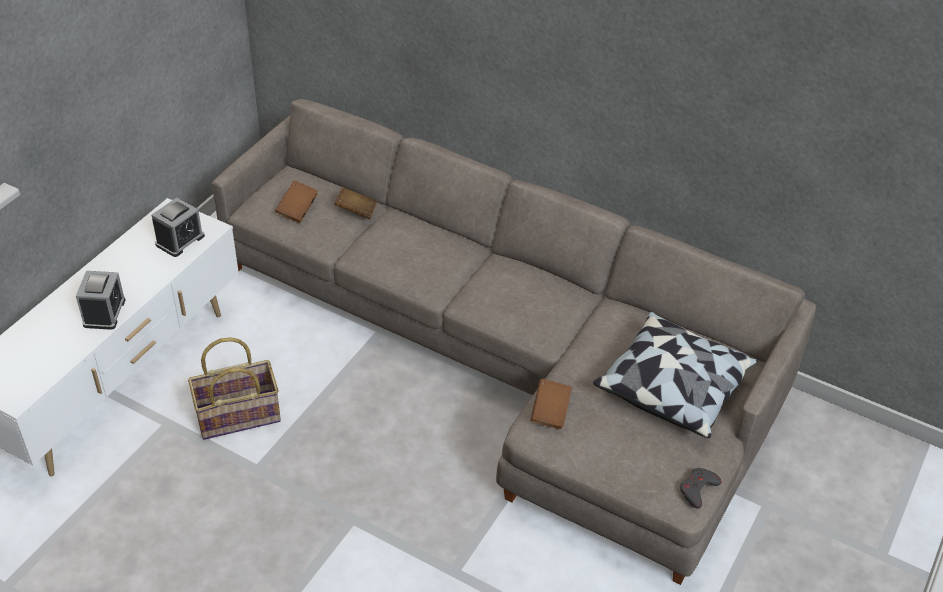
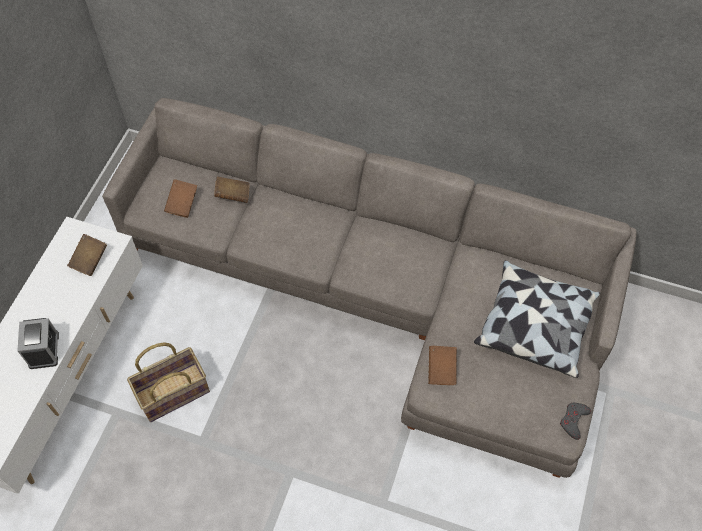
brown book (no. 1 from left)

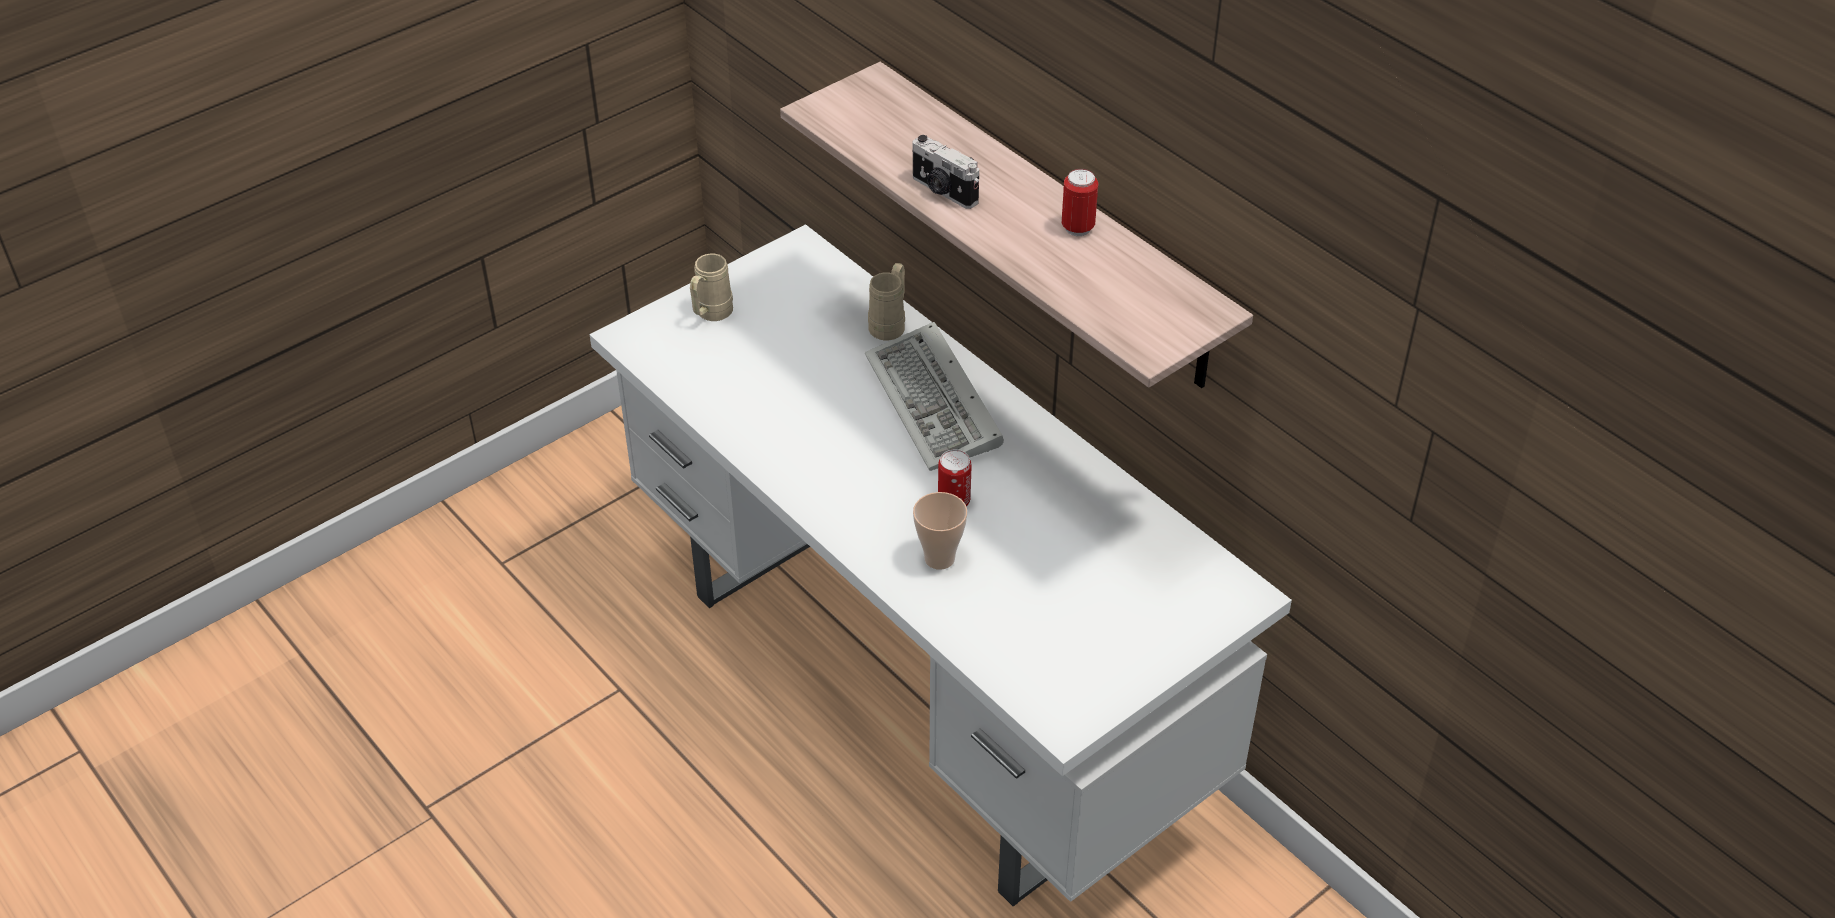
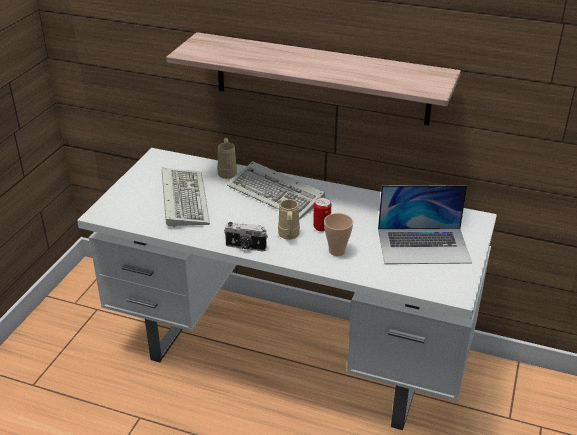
keyboard (no. 1 from left); photo camera; beige mug (no. 2 from left); laptop; can (no. 2 from left in the first image)

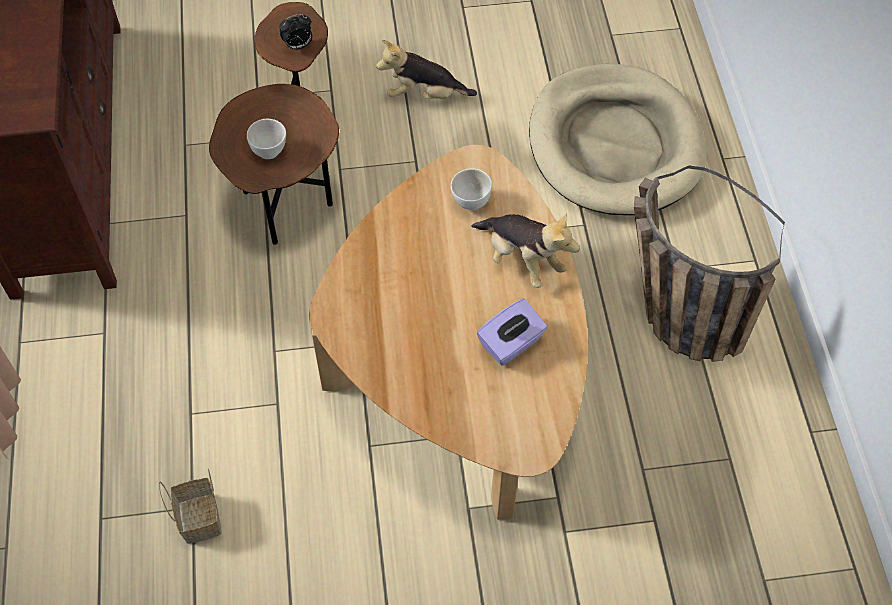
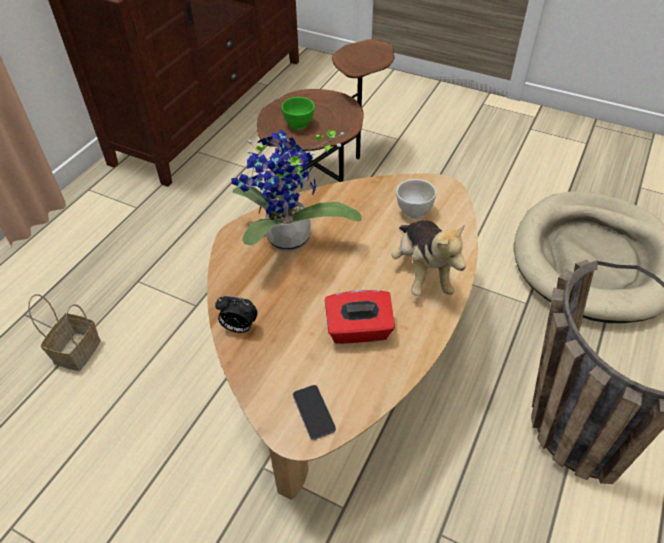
alarm clock; potted plant; green bowl; phone; red tissue box; plush toy (no. 1 from left in the first image)

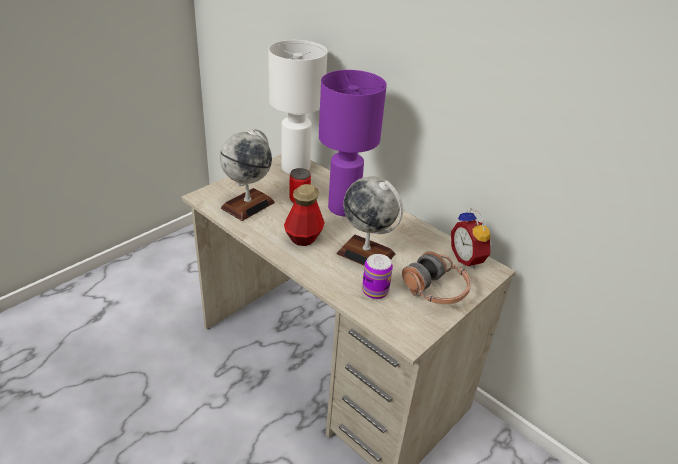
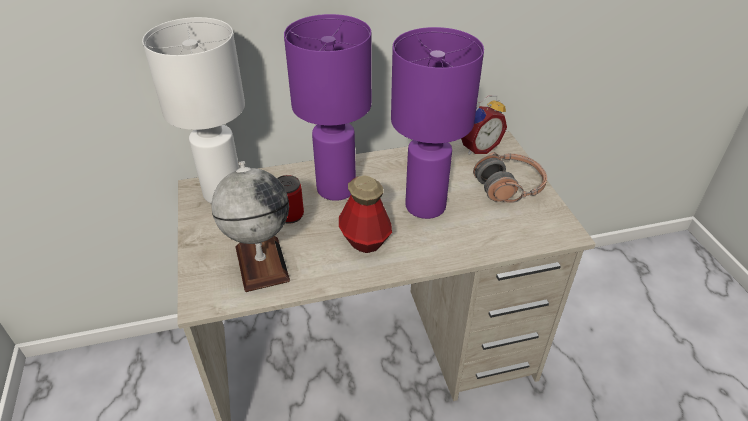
purple table lamp (no. 2 from left); alarm clock; can (no. 2 from left in the first image)

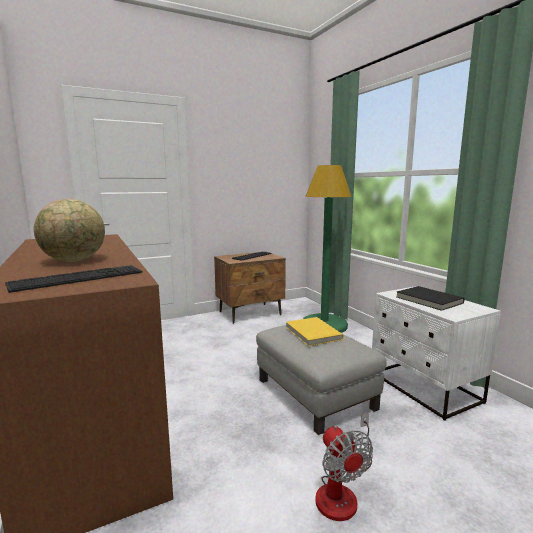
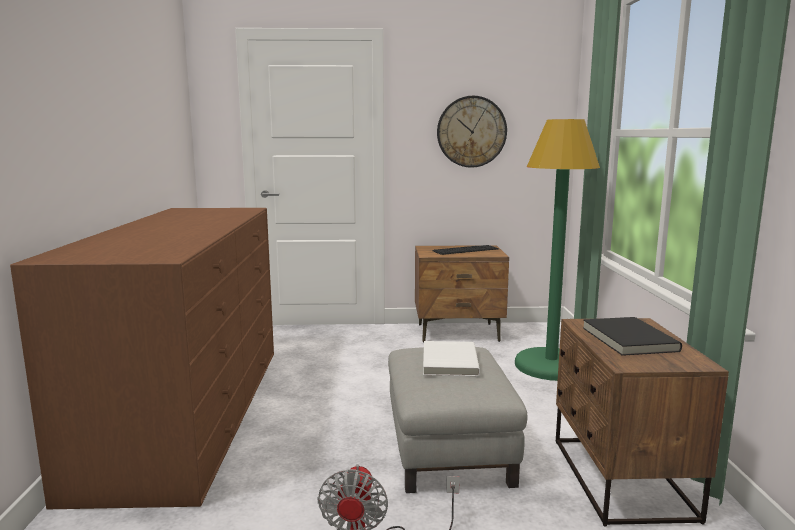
white book; wall clock; brown nightstand (no. 2 from left); keyboard (no. 1 from left in the first image); globe

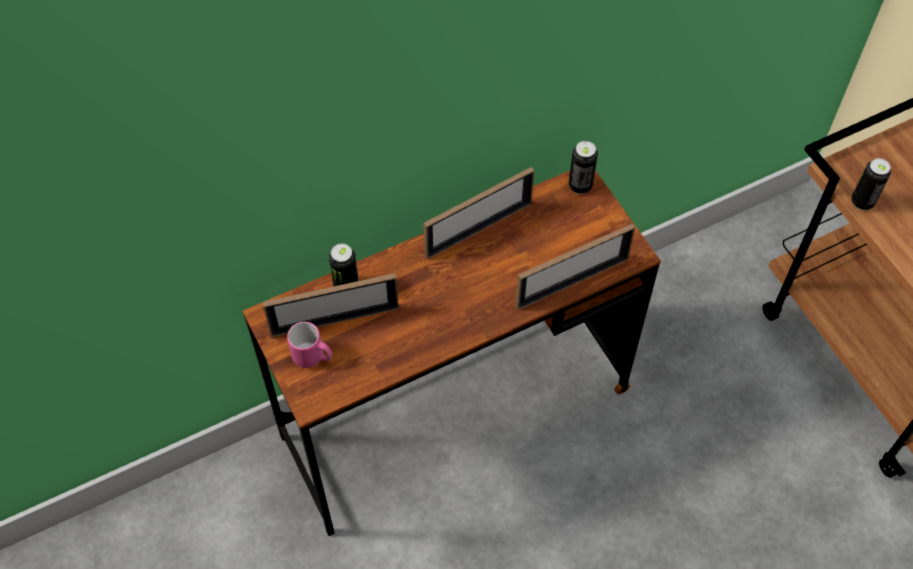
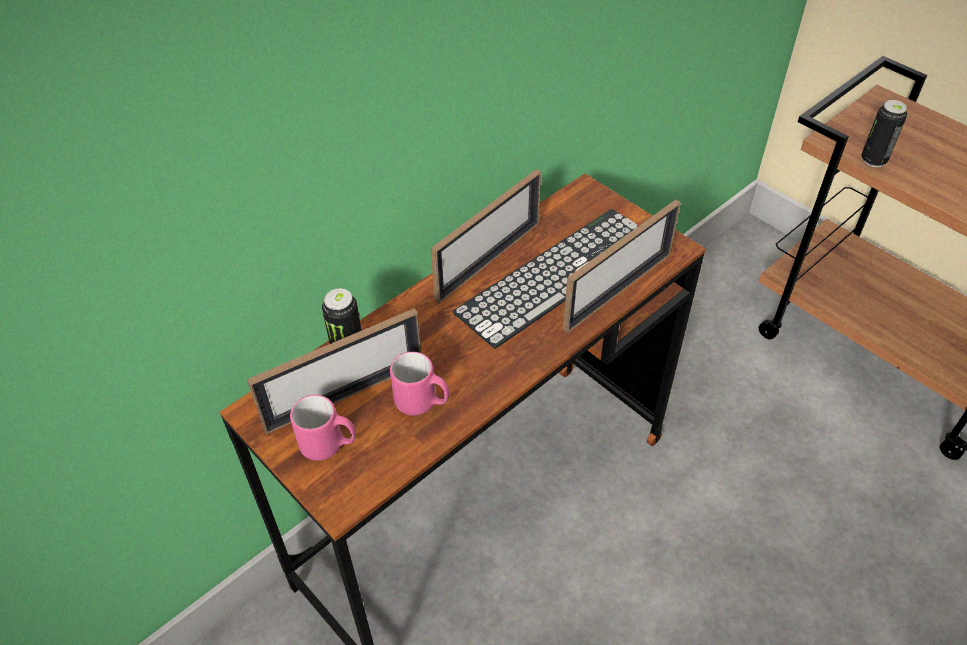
pink mug (no. 2 from left); keyboard; can (no. 2 from left in the first image)

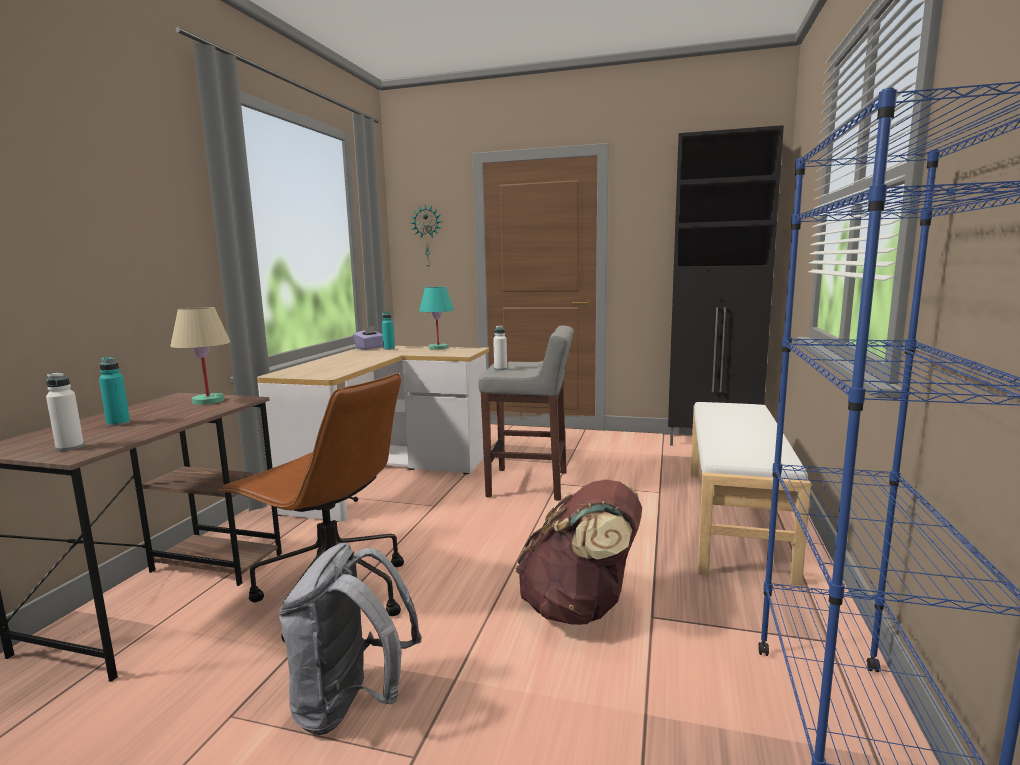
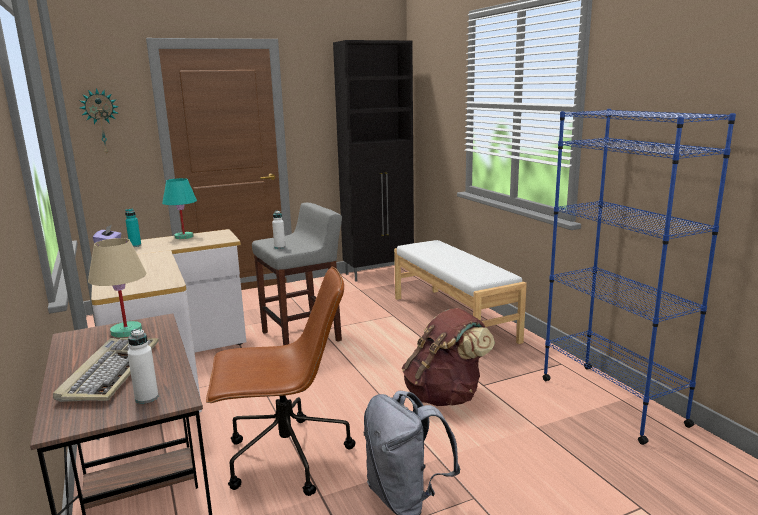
keyboard

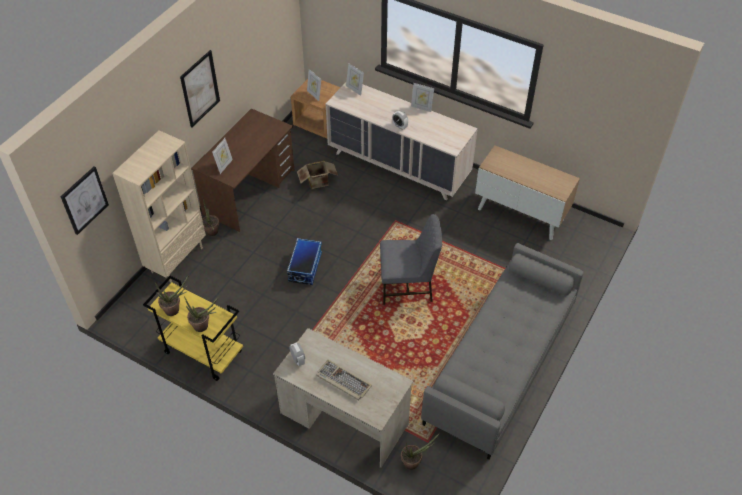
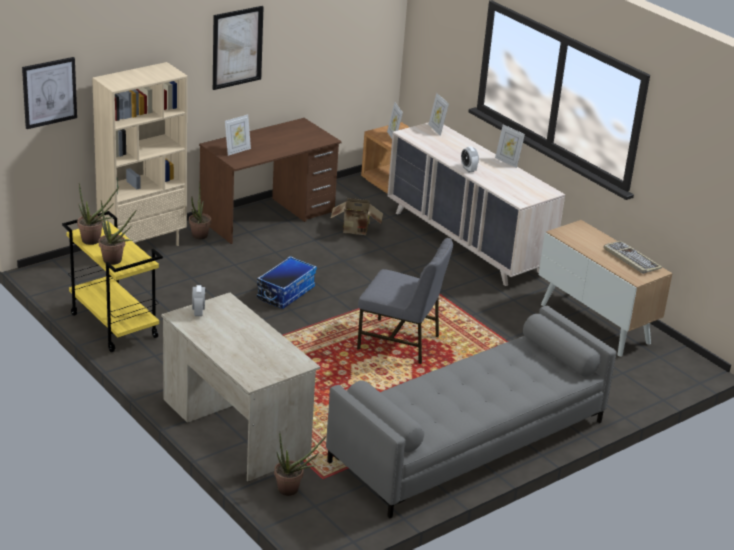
keyboard

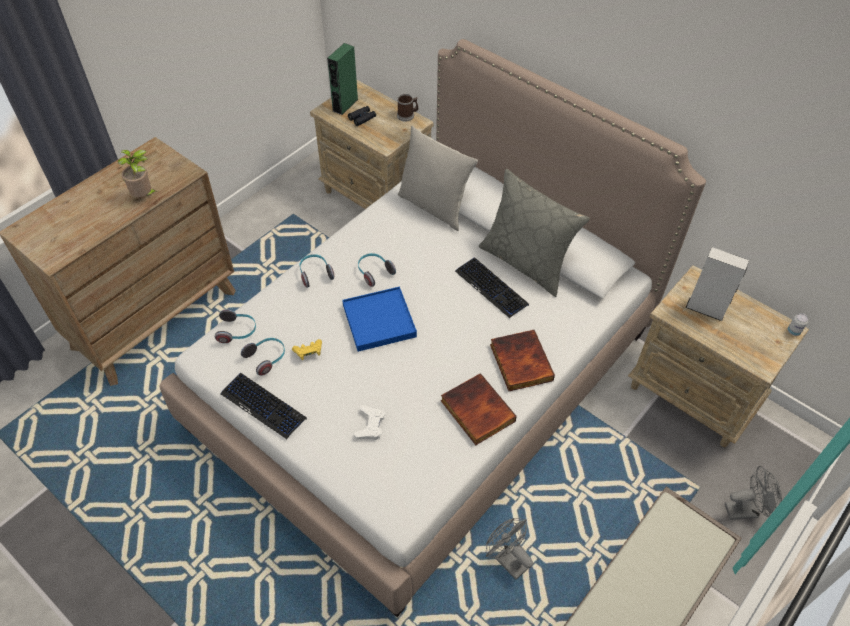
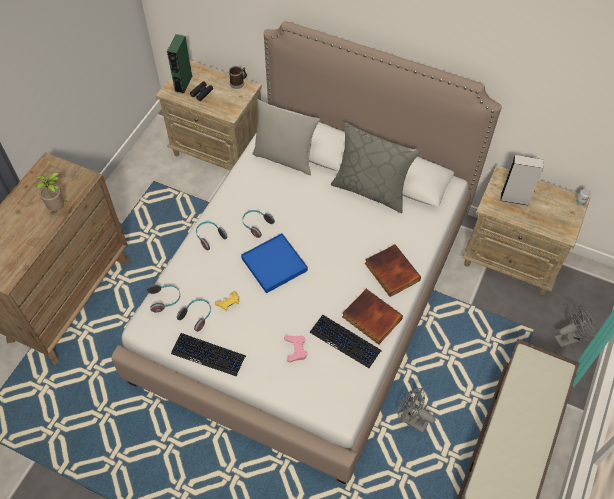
pink game controller; keyboard (no. 2 from left)

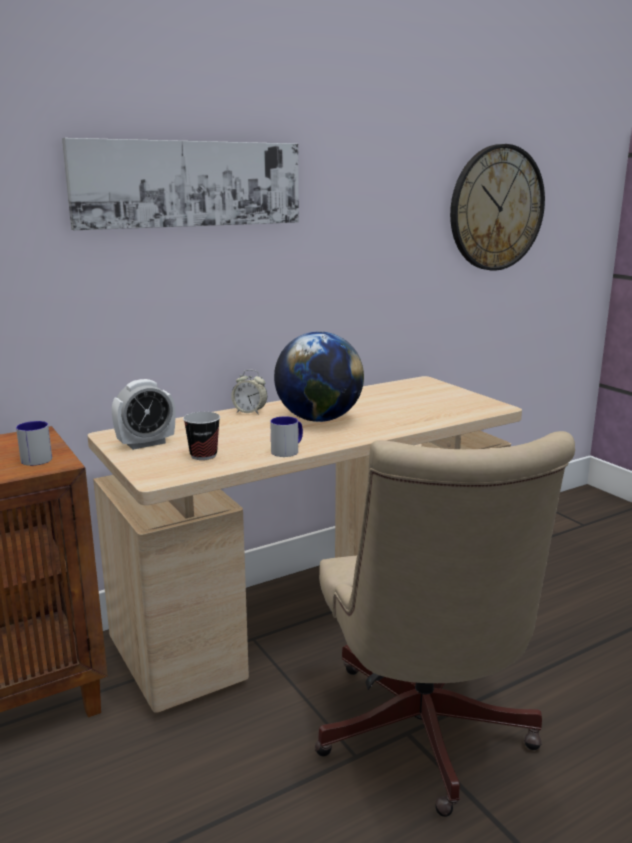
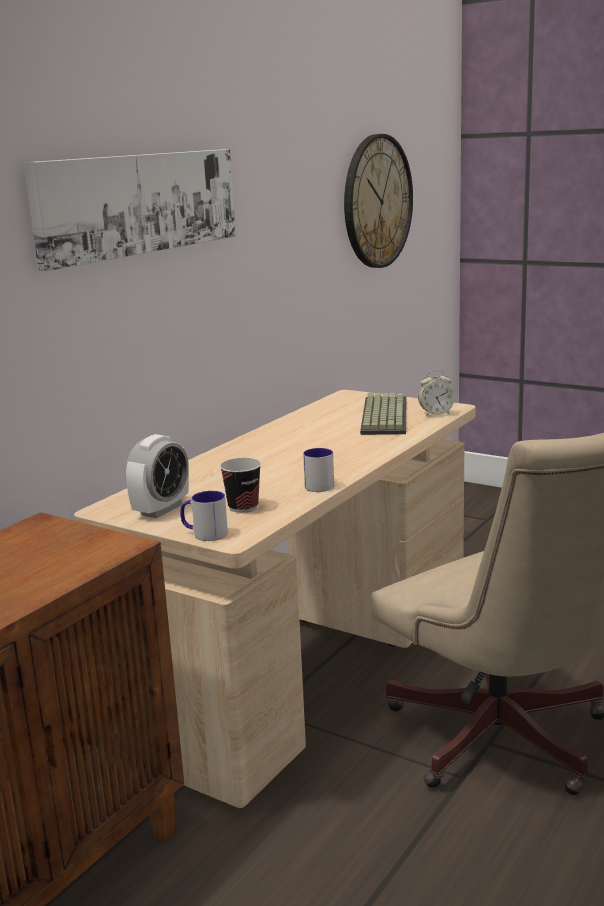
mug (no. 1 from left); keyboard; alarm clock (no. 2 from left); globe

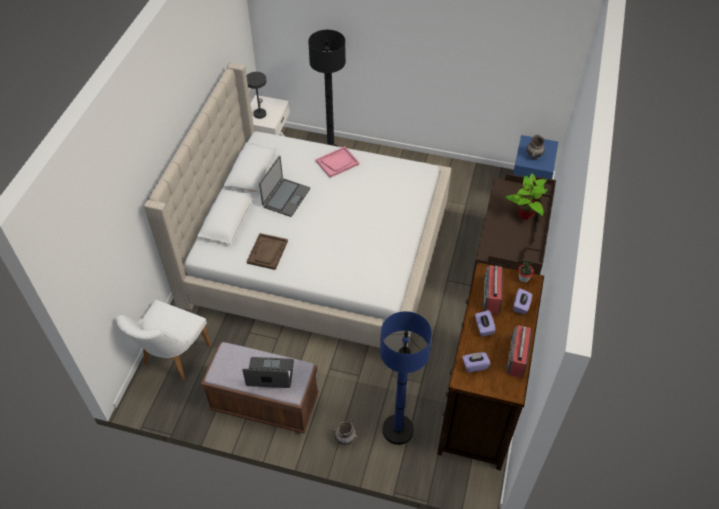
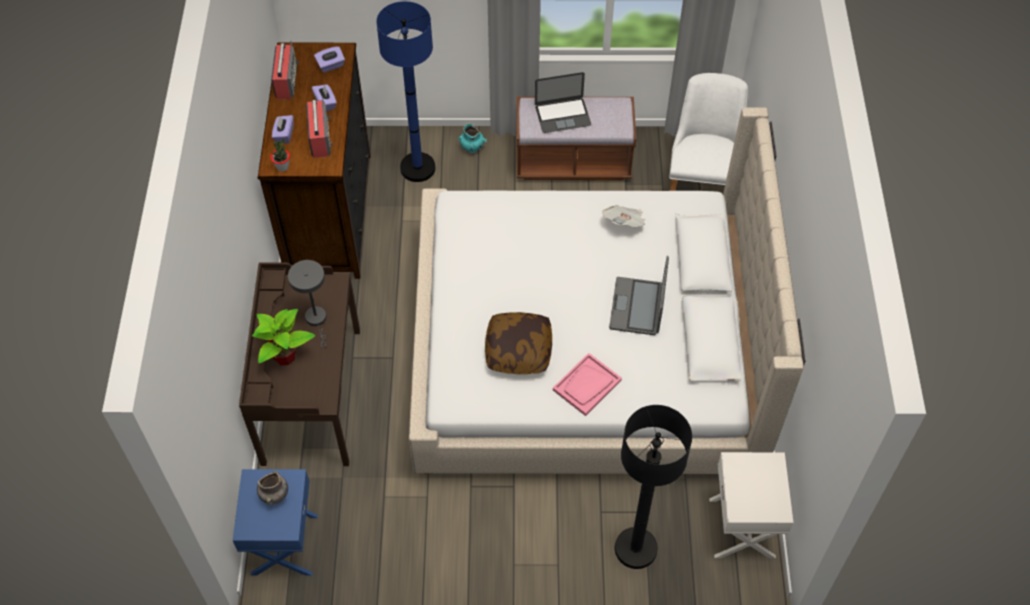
grey table lamp; turquoise vase; pillow; newspaper

